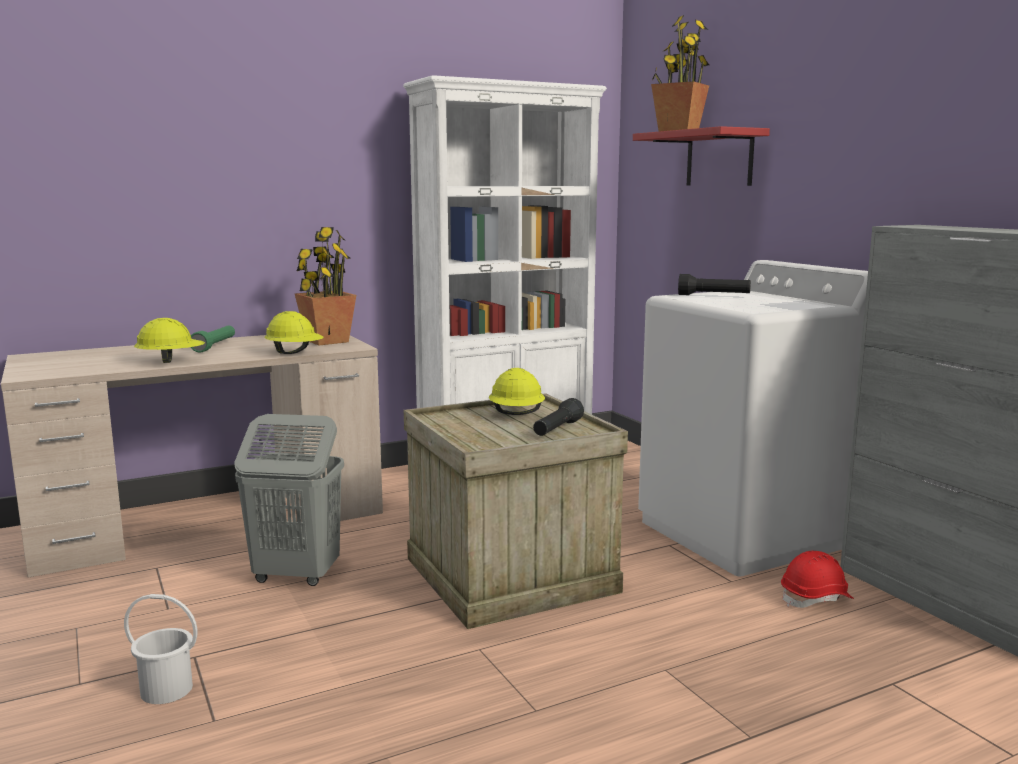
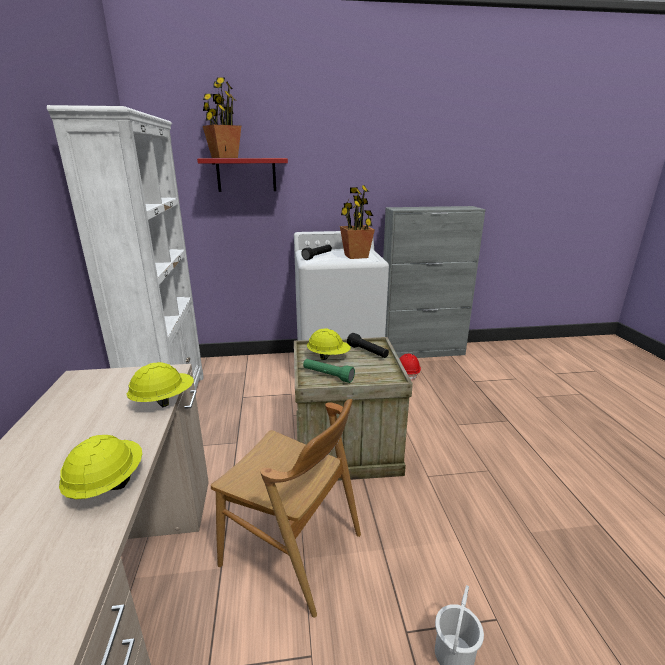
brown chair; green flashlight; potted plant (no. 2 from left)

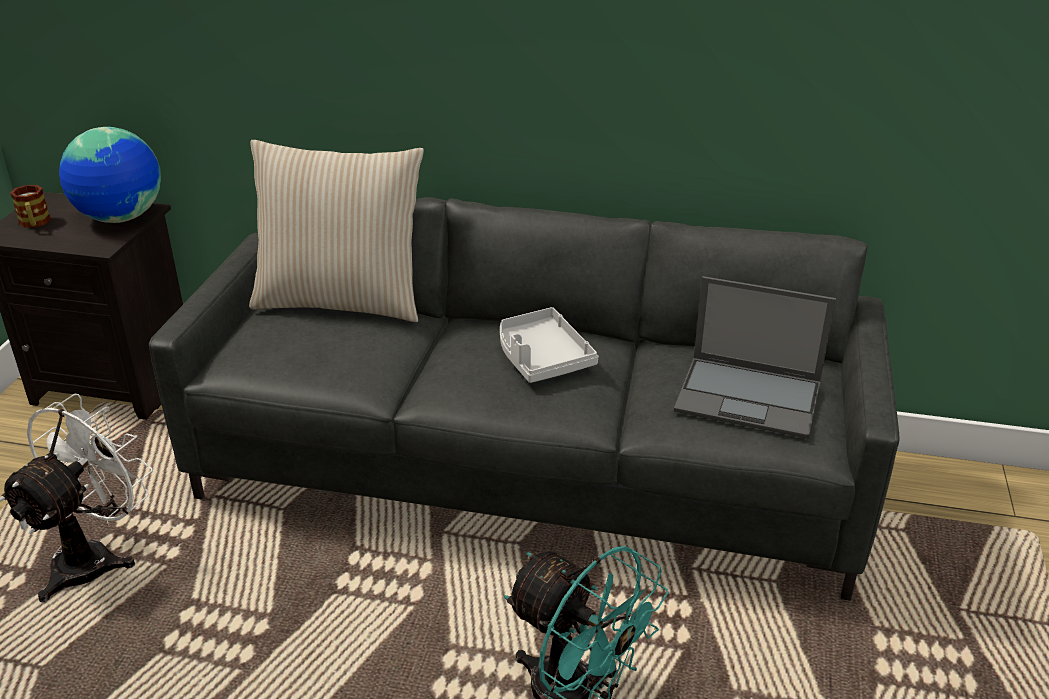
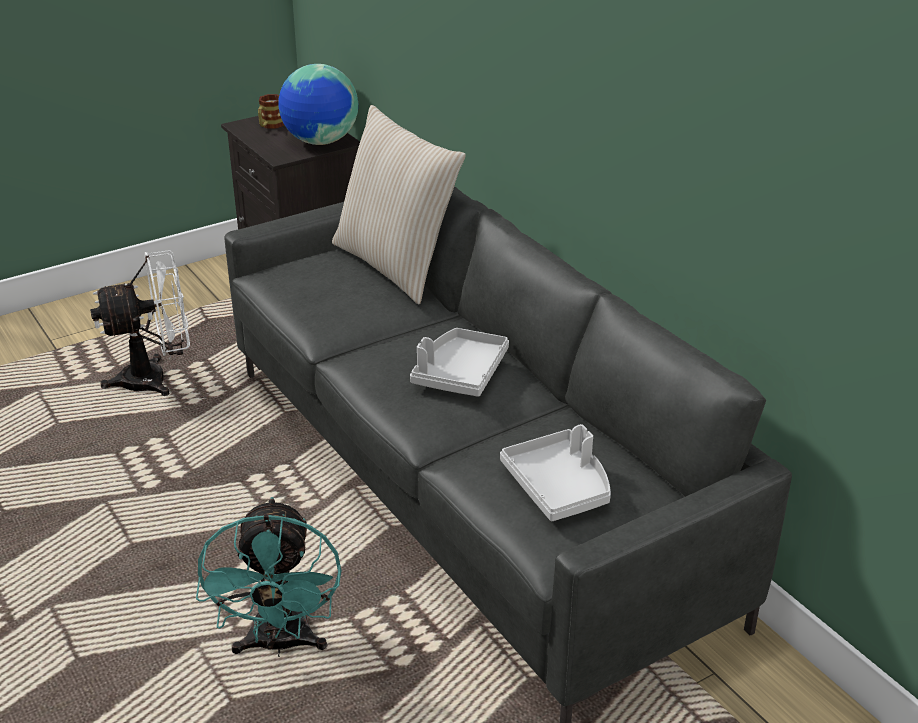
grey tray (no. 2 from left)

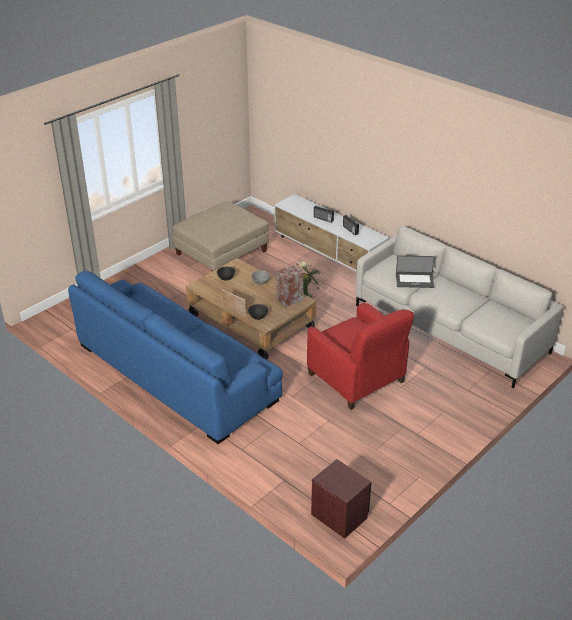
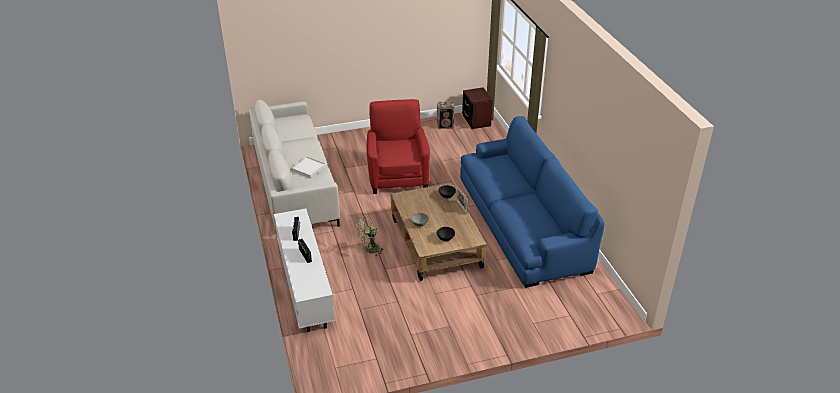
white tray; speaker; beige ottoman

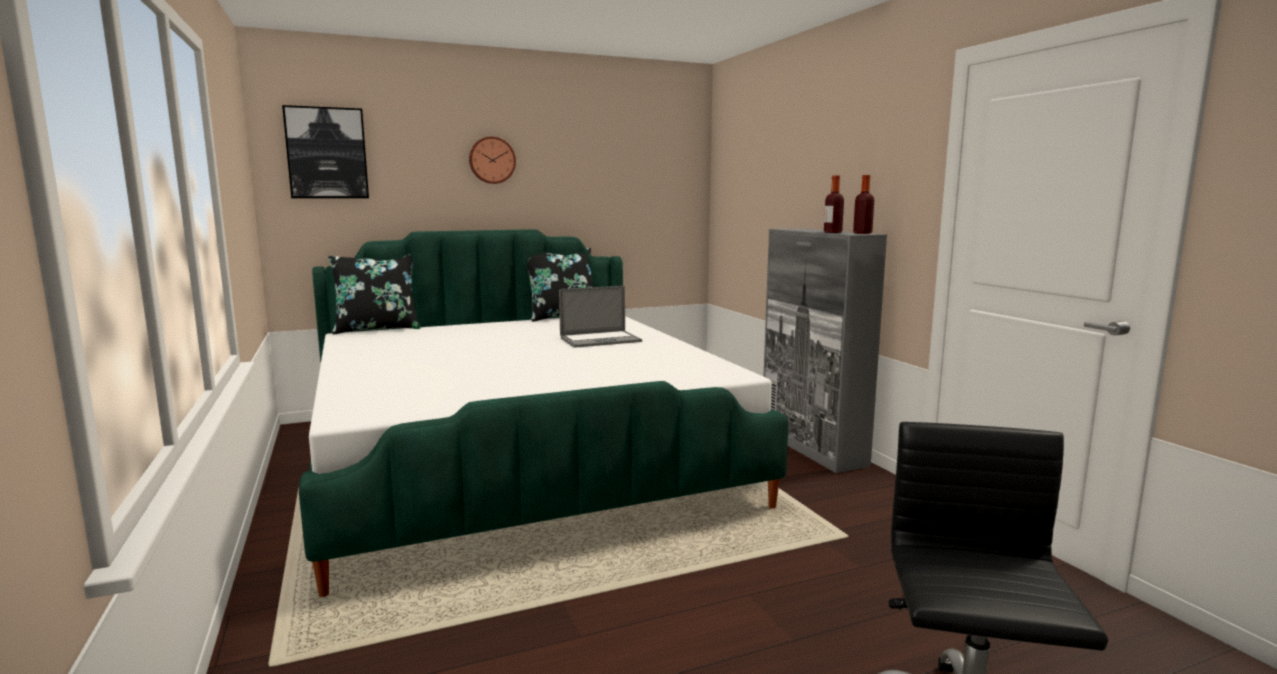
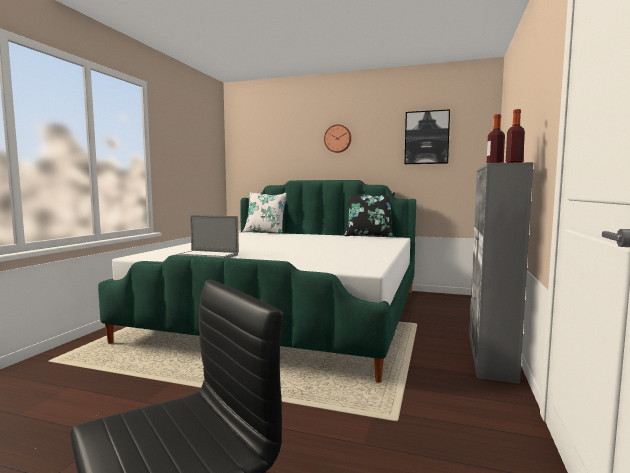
laptop; white pillow; picture

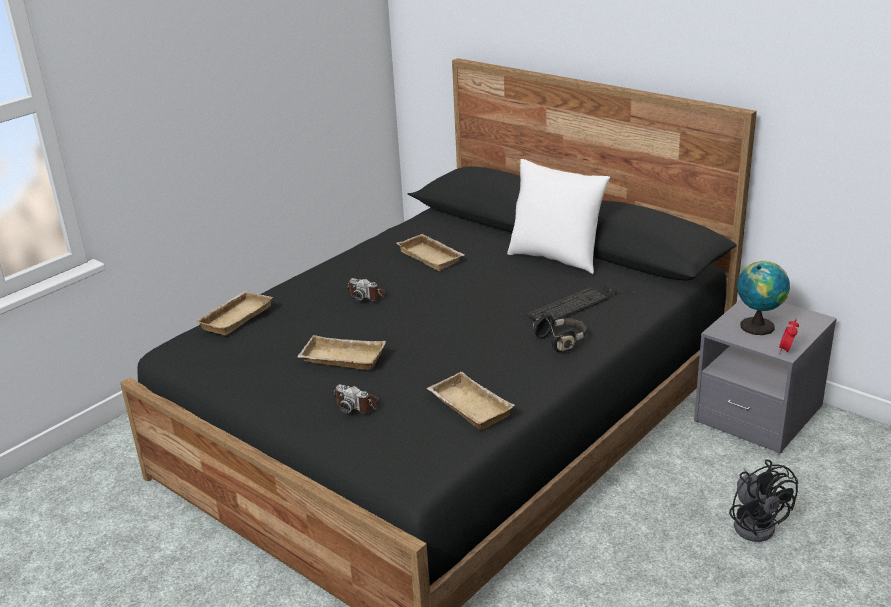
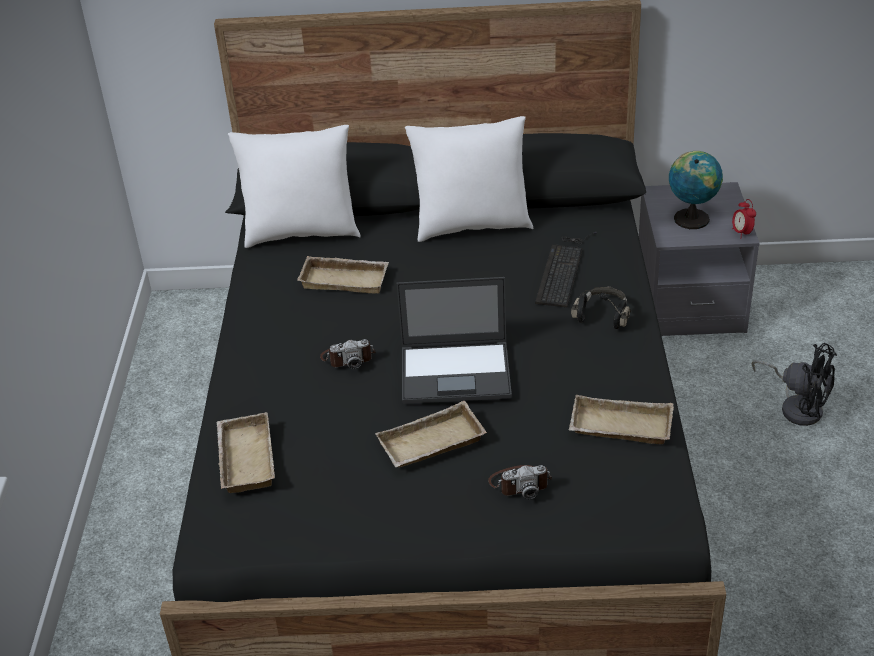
white pillow (no. 1 from left); laptop

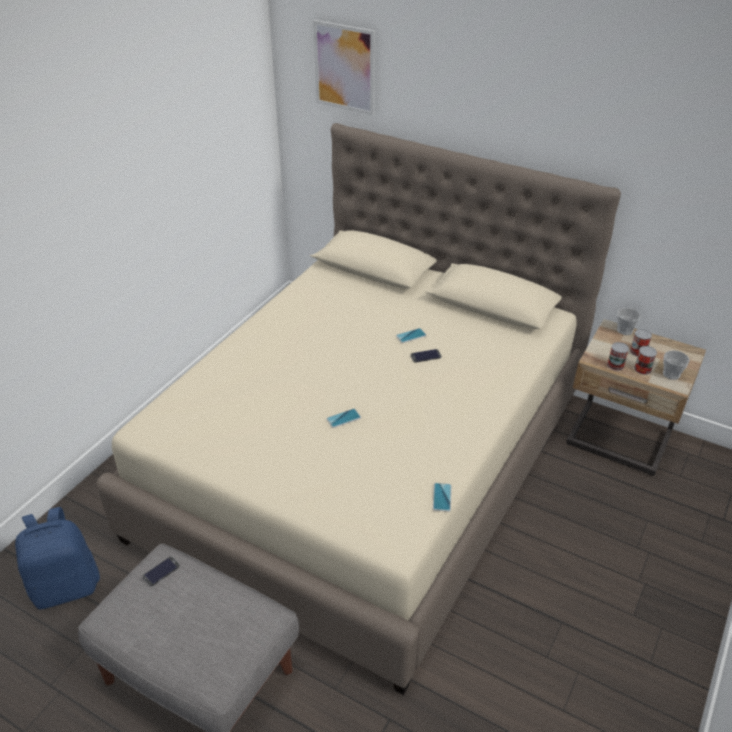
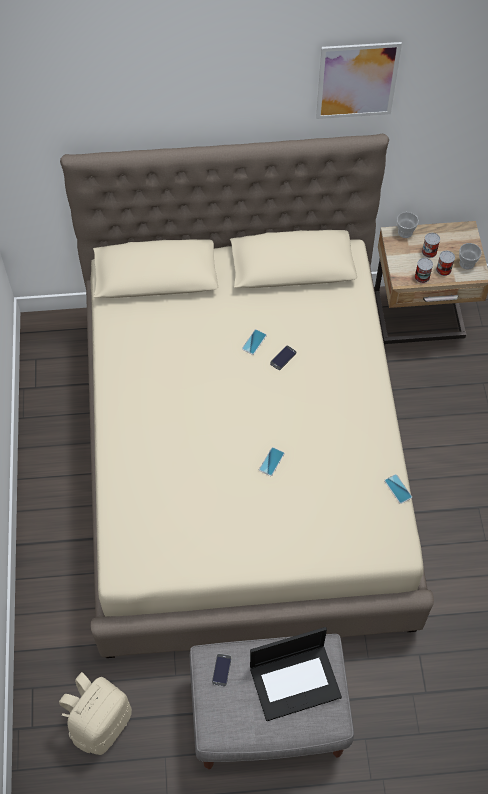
beige backpack; laptop; picture

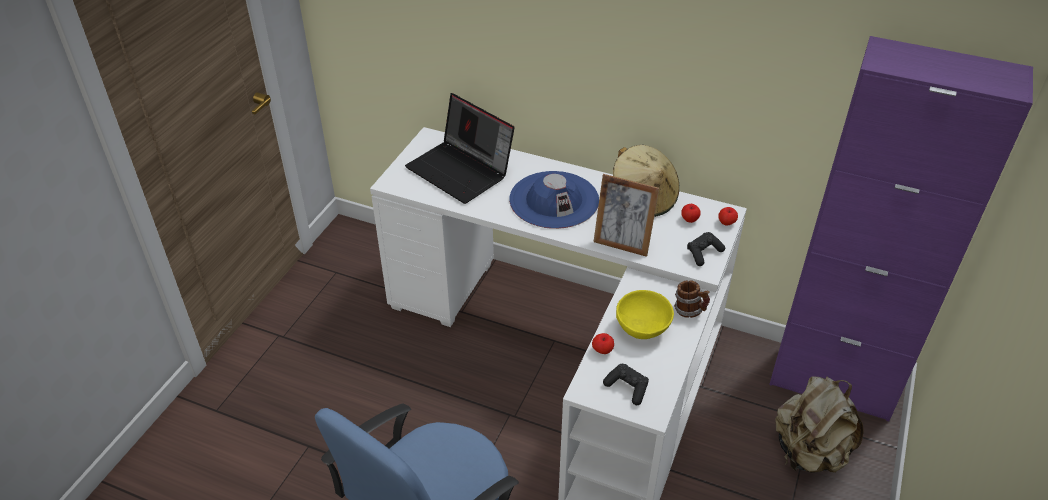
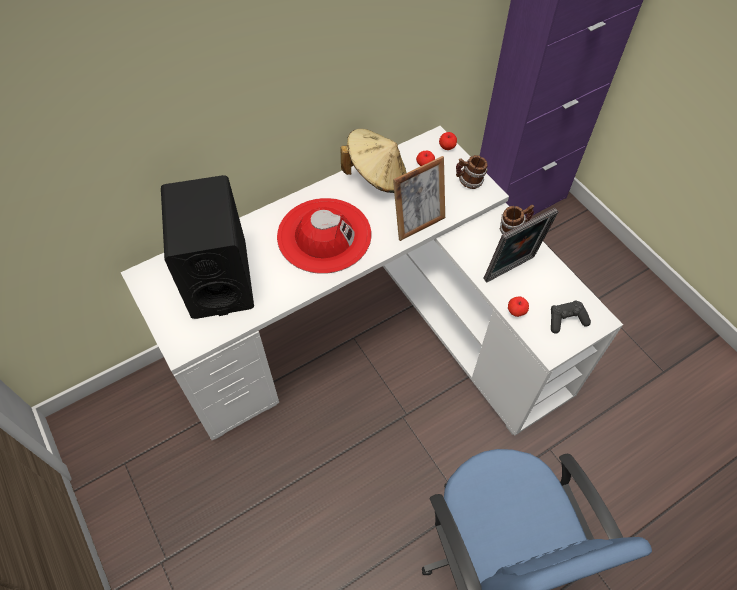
black speaker; red hat; mug (no. 1 from left); picture frame (no. 2 from left); beige backpack

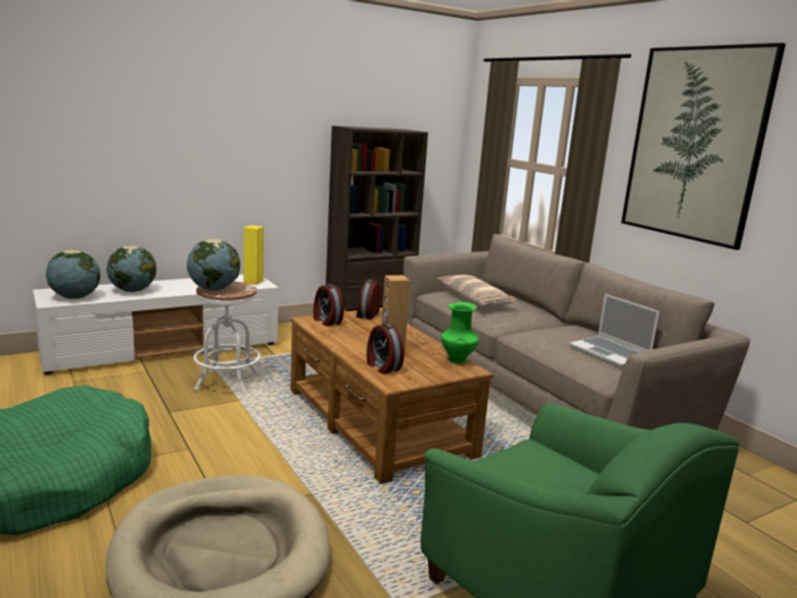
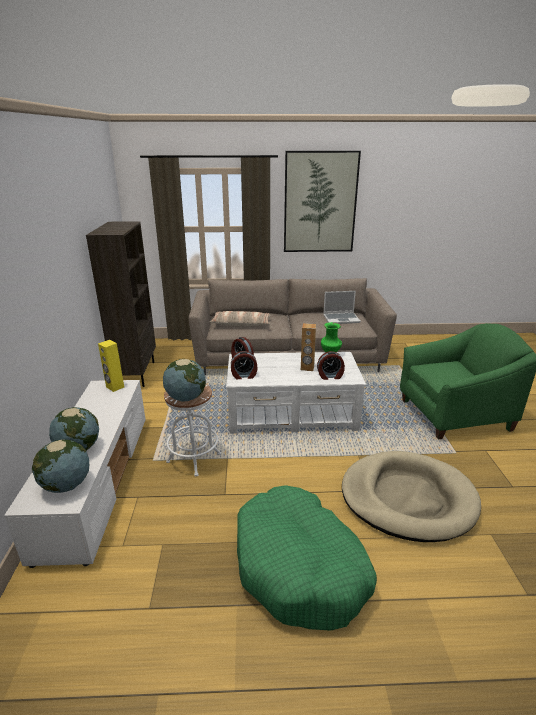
white coffee table

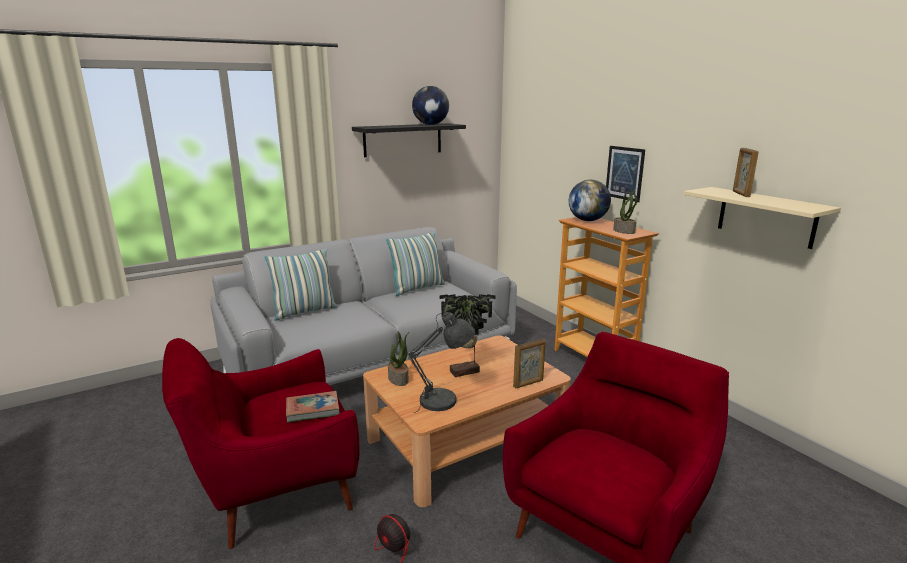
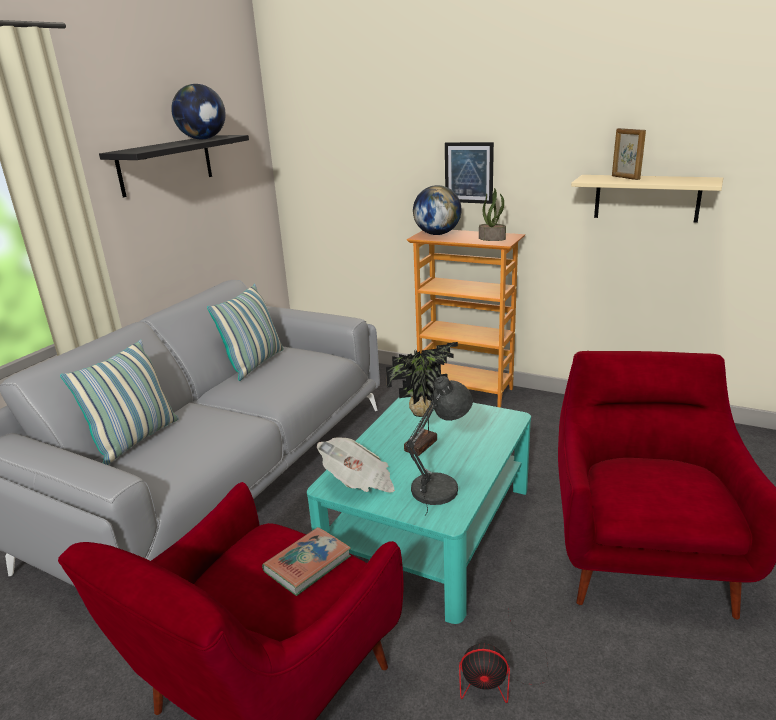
turquoise coffee table; newspaper; picture frame (no. 1 from left in the first image)

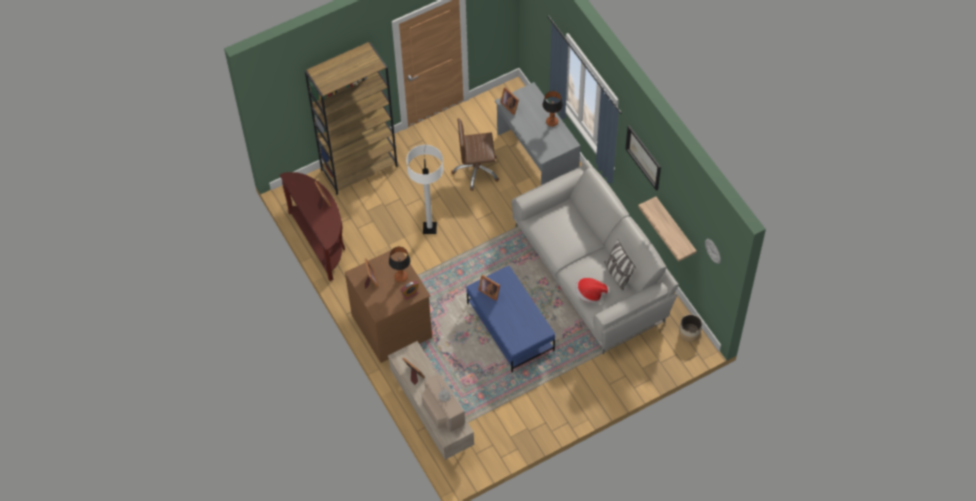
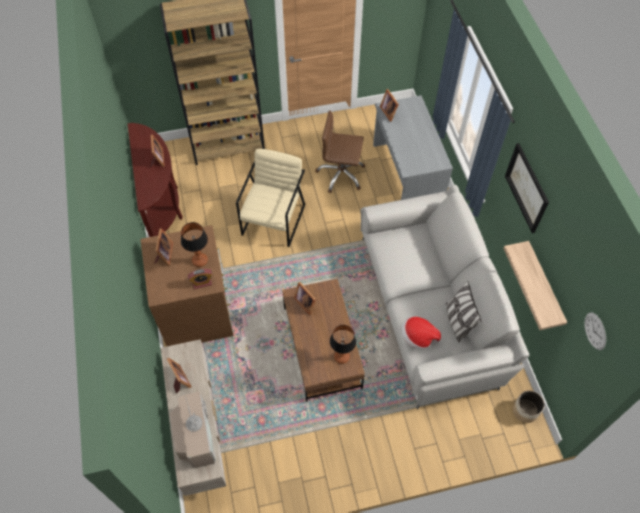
beige armchair; brown coffee table; table lamp (no. 2 from left)

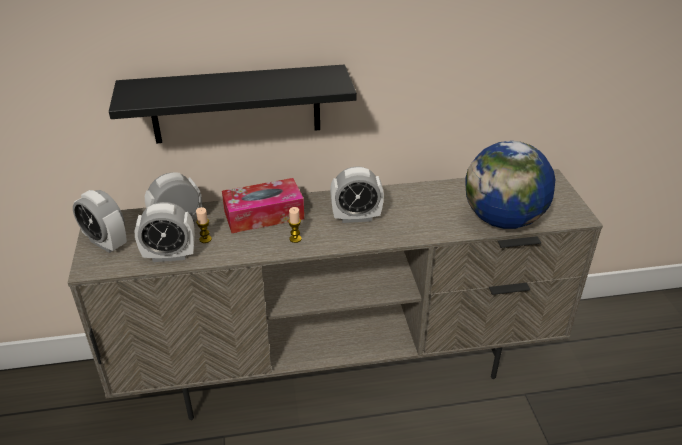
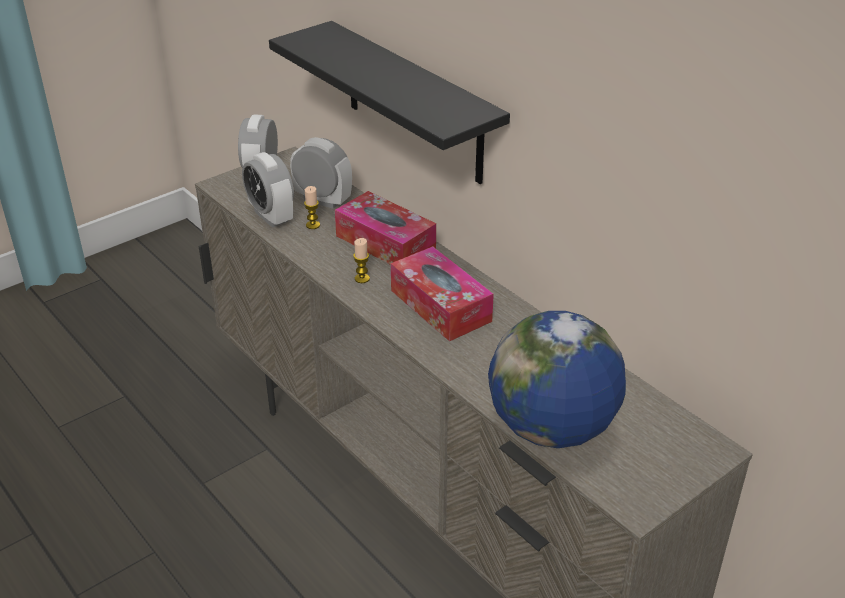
tissue box (no. 2 from left)

